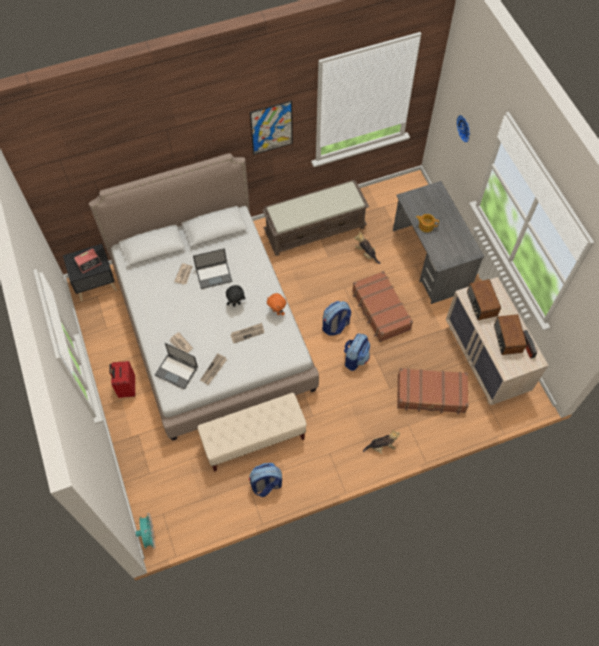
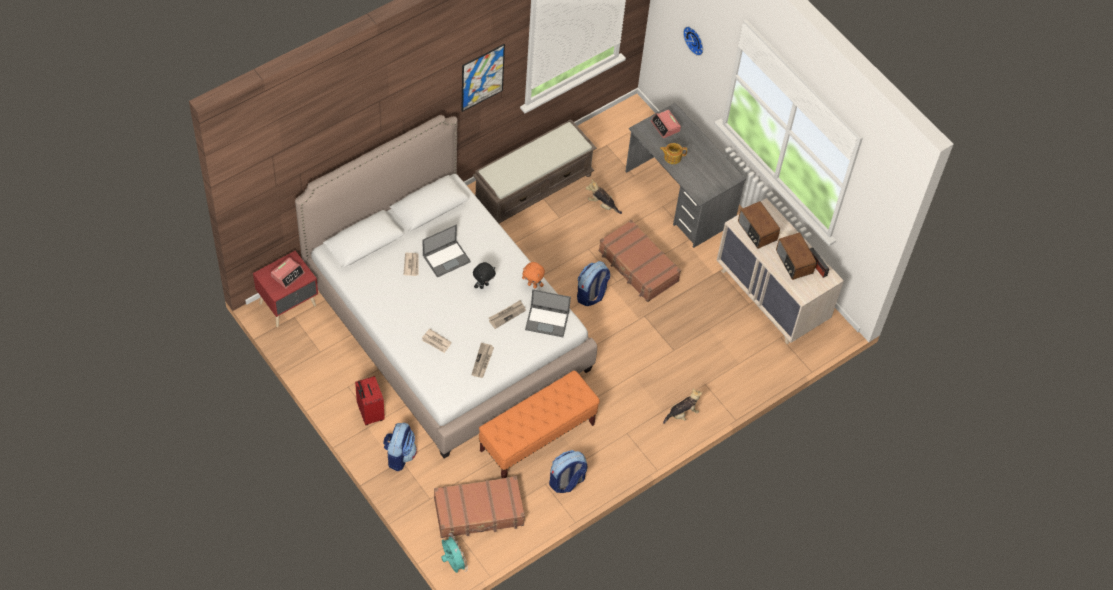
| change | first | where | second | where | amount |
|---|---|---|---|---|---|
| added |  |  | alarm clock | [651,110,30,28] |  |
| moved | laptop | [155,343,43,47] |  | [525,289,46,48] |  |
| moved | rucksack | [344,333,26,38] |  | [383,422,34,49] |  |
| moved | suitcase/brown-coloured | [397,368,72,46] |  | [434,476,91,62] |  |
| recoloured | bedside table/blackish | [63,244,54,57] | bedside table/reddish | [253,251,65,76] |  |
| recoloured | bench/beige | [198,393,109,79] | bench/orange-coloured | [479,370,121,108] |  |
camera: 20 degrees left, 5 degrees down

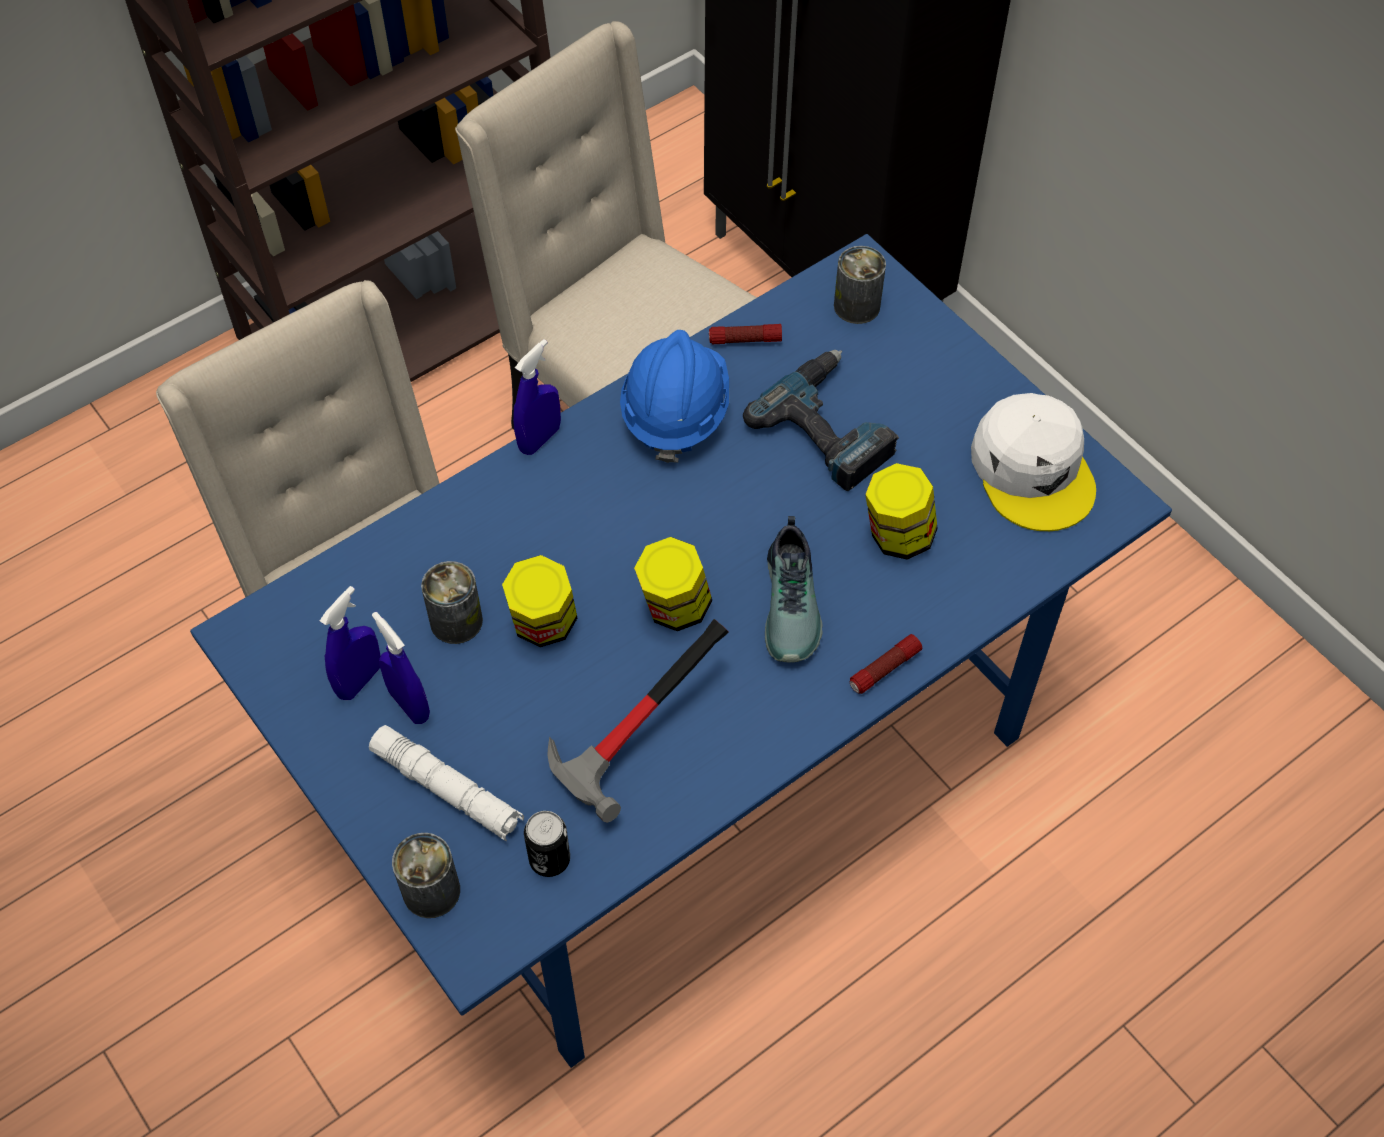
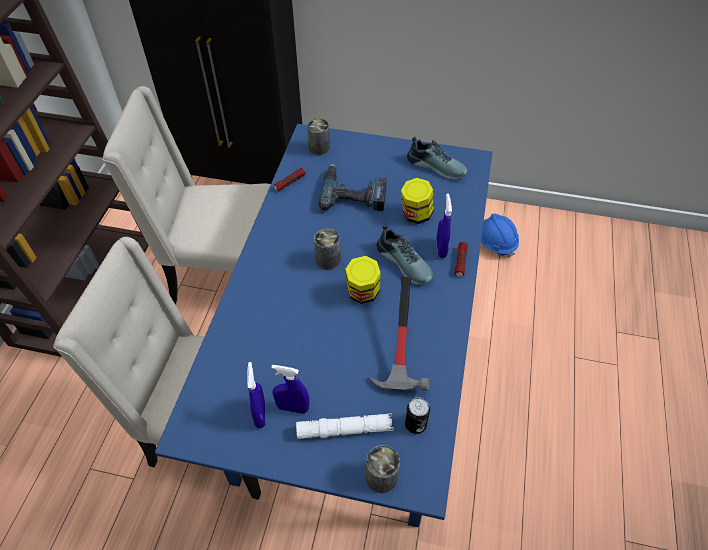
| change | first | where | second | where | amount |
|---|---|---|---|---|---|
| removed | storage jar | [502,555,75,92] |  |  |  |
| moved | metal can | [421,561,62,83] |  | [314,228,27,42] |  |
| moved | sprayer/blue | [513,339,48,116] |  | [436,193,16,65] |  |
| moved | hard hat/blue | [620,330,109,133] |  | [481,214,38,43] |  |
| replaced | baseball cap/white-coloured | [971,393,125,138] | low shoe | [407,137,60,42] |  |
camera: 40 degrees left, 5 degrees down

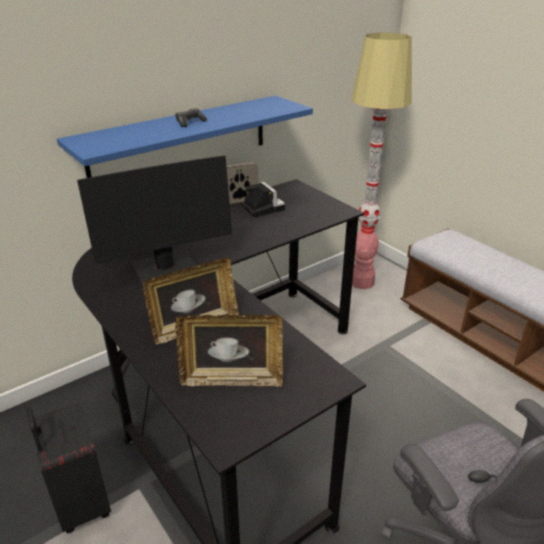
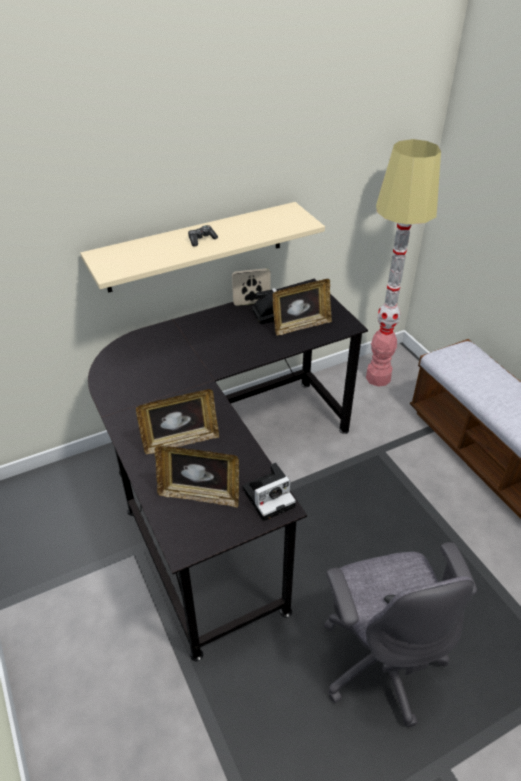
| change | first | where | second | where | amount |
|---|---|---|---|---|---|
| removed | suitcase/blackish | [26,402,85,131] |  |  |  |
| removed | monitor | [77,155,155,130] |  |  |  |
| added |  |  | photo camera | [242,463,54,58] |  |
| added |  |  | photo frame | [273,279,59,57] |  |
| recoloured | shelf/blue | [57,96,256,82] | shelf/beige | [80,202,245,91] |  |
camera: 10 degrees right, 10 degrees up

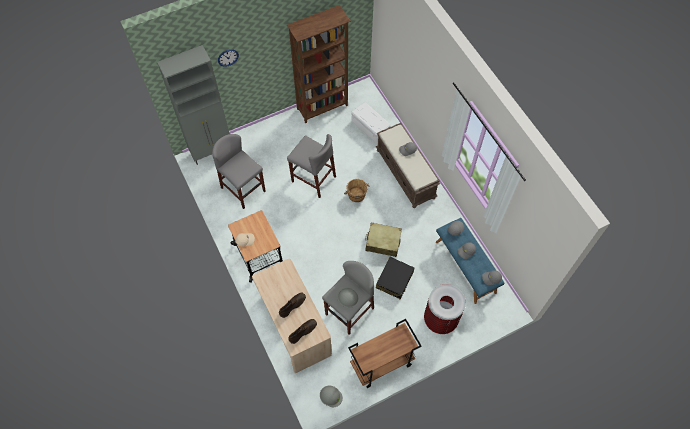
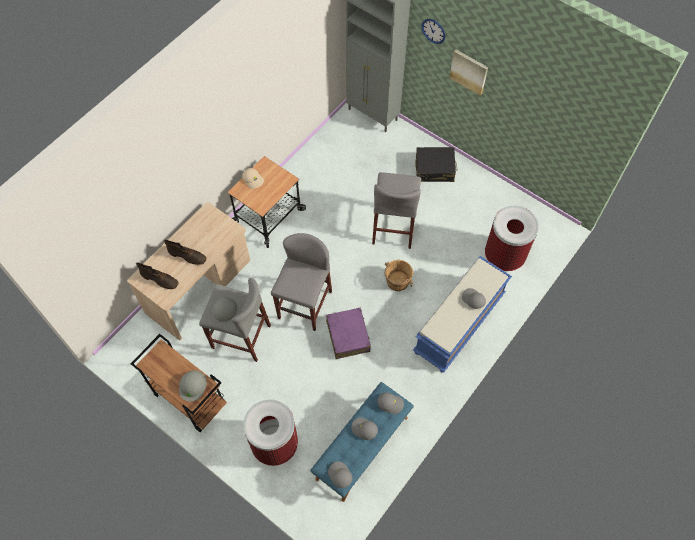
| change | first | where | second | where | amount |
|---|---|---|---|---|---|
| removed | bookcase/brown-coloured | [287,5,64,118] |  |  |  |
| added |  |  | wall picture | [449,50,39,46] |  |
| moved | stool seat/grey | [212,134,54,75] |  | [271,233,61,98] |  |
| moved | hard hat/grey | [320,385,23,22] |  | [179,370,28,32] |  |
| moved | suitcase/blackish | [376,257,39,42] |  | [415,147,43,35] |  |
| replaced | storage container/white-coloured | [351,102,40,41] | rubbish bin | [485,206,54,65] |  |
| recoloured | suitcase/beige | [365,223,37,34] | suitcase/purple | [326,308,45,51] |  |
| recoloured | bench/brown-coloured | [376,123,65,85] | bench/blue | [413,256,99,117] |  |
camera: 65 degrees right, 0 degrees up

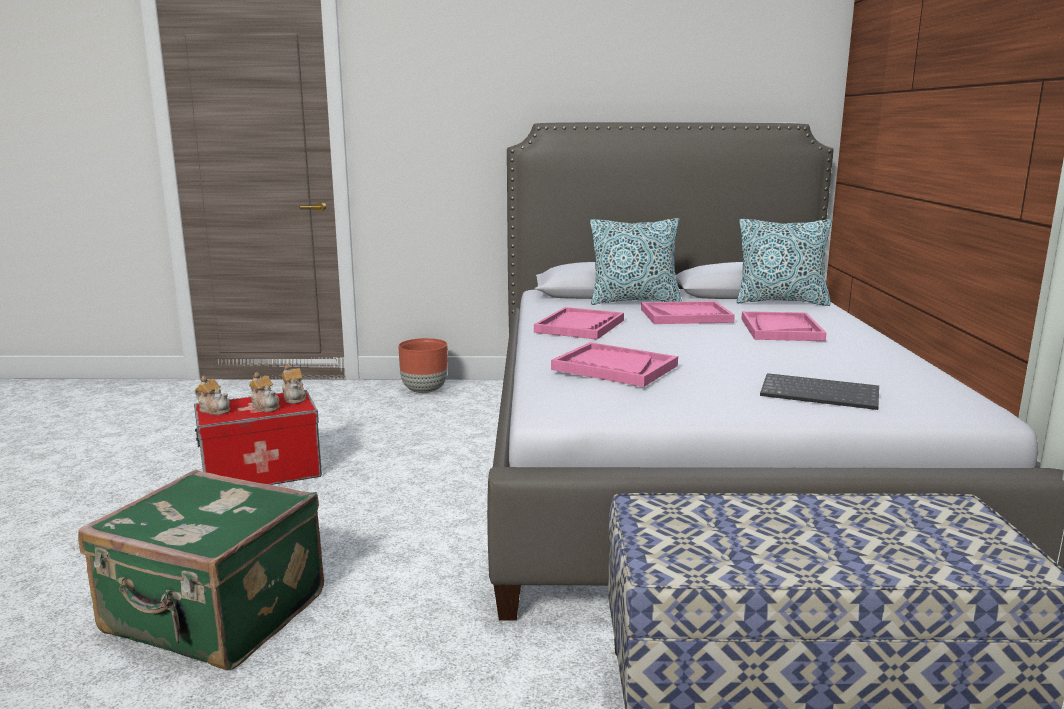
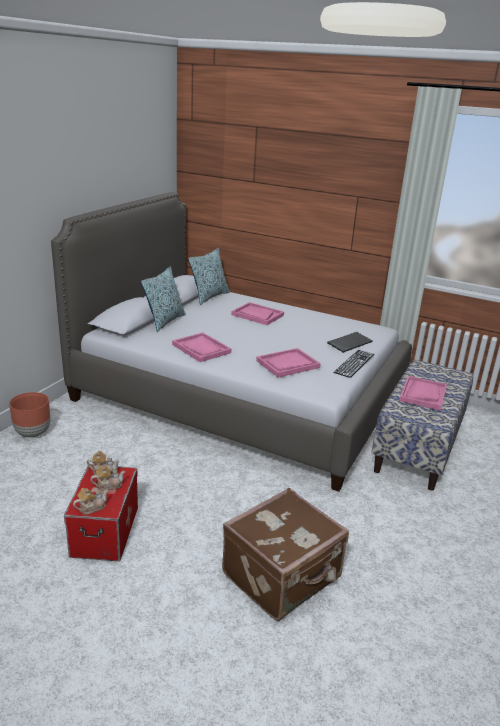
| change | first | where | second | where | amount |
|---|---|---|---|---|---|
| added |  |  | computer keyboard | [333,350,41,28] |  |
| moved | carrying tray/pink | [641,301,94,23] |  | [399,376,48,35] |  |
| recoloured | suitcase/green-coloured | [78,470,246,200] | suitcase/brown-coloured | [222,488,127,133] |  |
camera: 65 degrees left, 10 degrees up

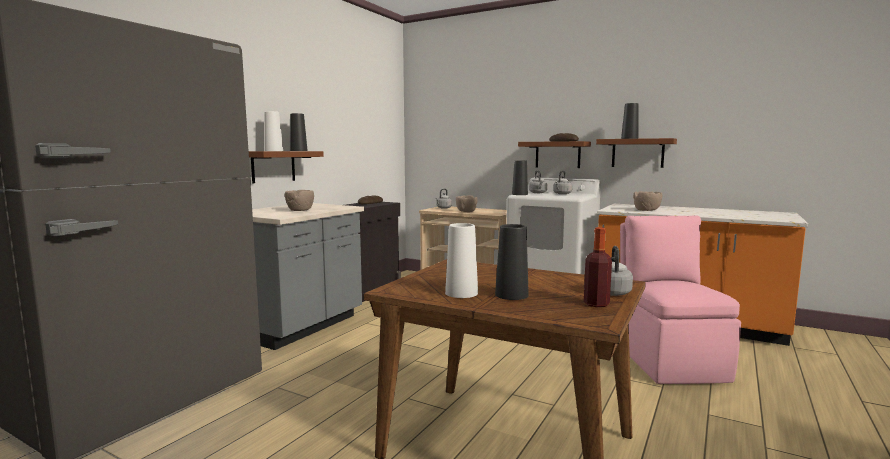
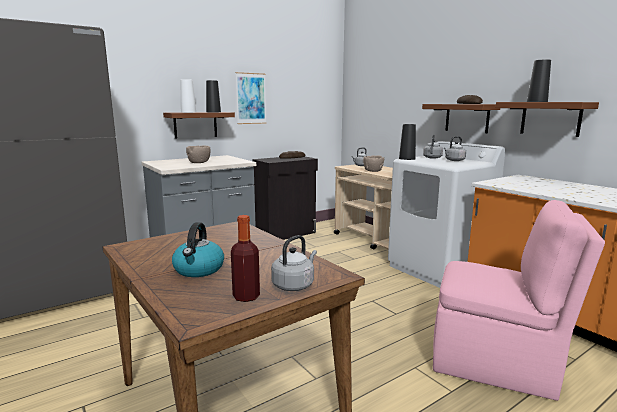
| change | first | where | second | where | amount |
|---|---|---|---|---|---|
| removed | decorative vase/white-coloured | [445,223,33,75] |  |  |  |
| removed | deep dish/brown-coloured | [633,191,29,20] |  |  |  |
| added |  |  | wall picture | [235,72,31,52] |  |
| replaced | decorative vase/blackish | [495,224,34,76] | water kettle | [172,222,52,55] |  |
| turned | chair/pink | [620,216,121,168] |  | [433,200,172,201] | 90 degrees clockwise |
camera: 25 degrees right, 5 degrees up

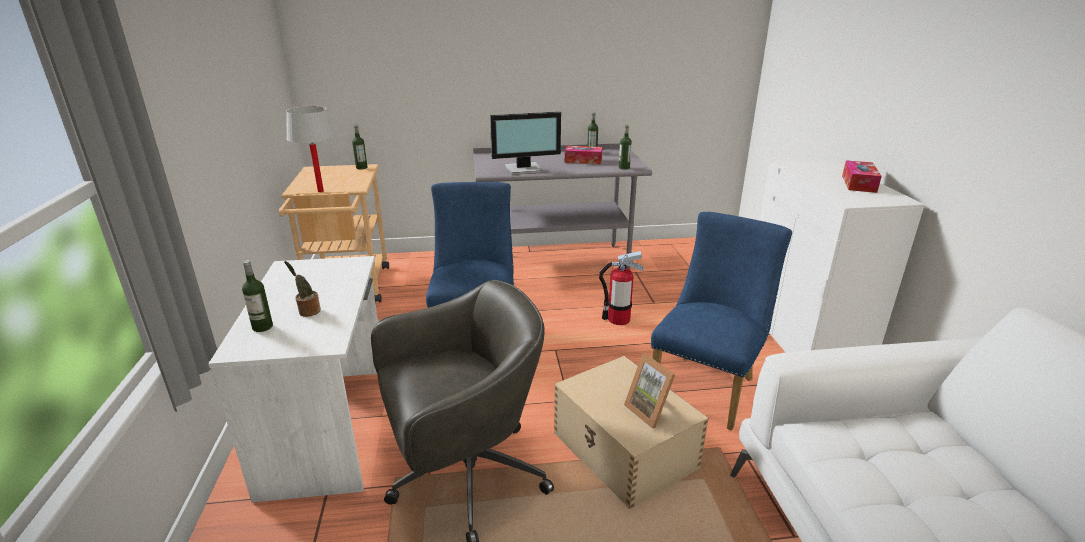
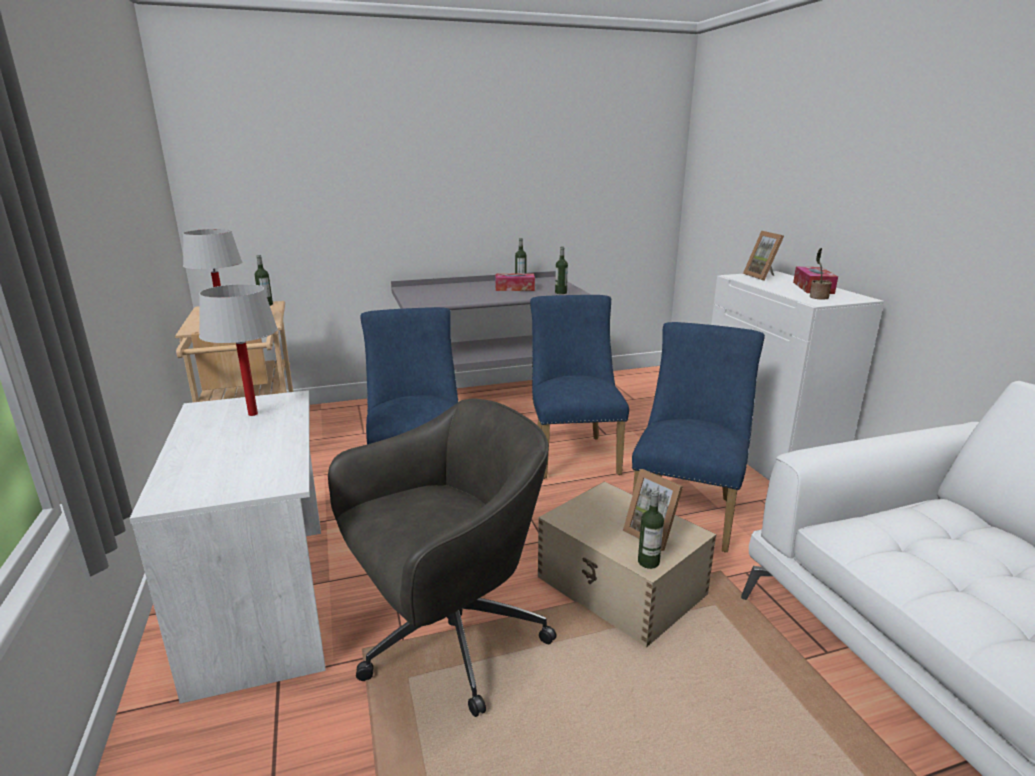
| change | first | where | second | where | amount |
|---|---|---|---|---|---|
| removed | monitor | [490,111,71,64] |  |  |  |
| added |  |  | tabletop lamp/white-coloured | [199,284,79,132] |  |
| added |  |  | photo frame | [743,231,41,50] |  |
| moved | bottle | [242,260,31,72] |  | [638,490,26,79] |  |
| moved | plant in a pot | [284,261,37,56] |  | [810,248,22,52] |  |
| replaced | fire-fighting cylinder | [599,251,45,74] | chair/blue | [530,295,99,184] |  |
camera: 10 degrees left, 5 degrees down

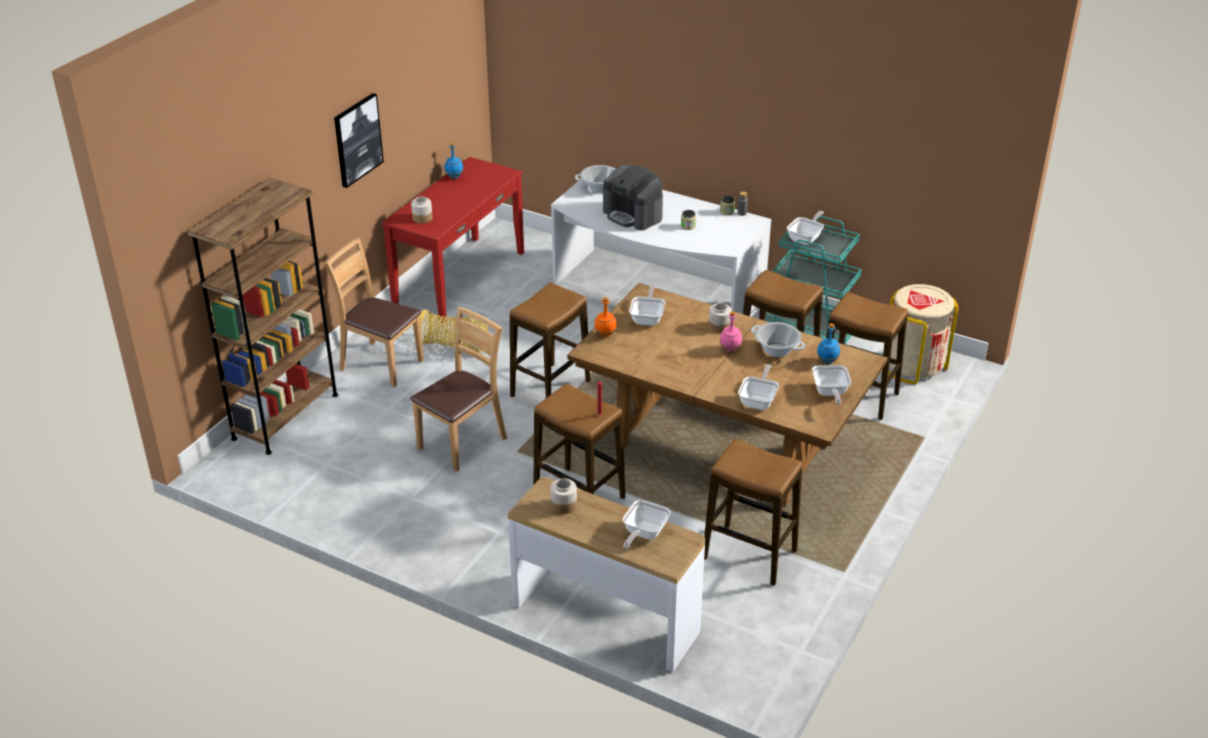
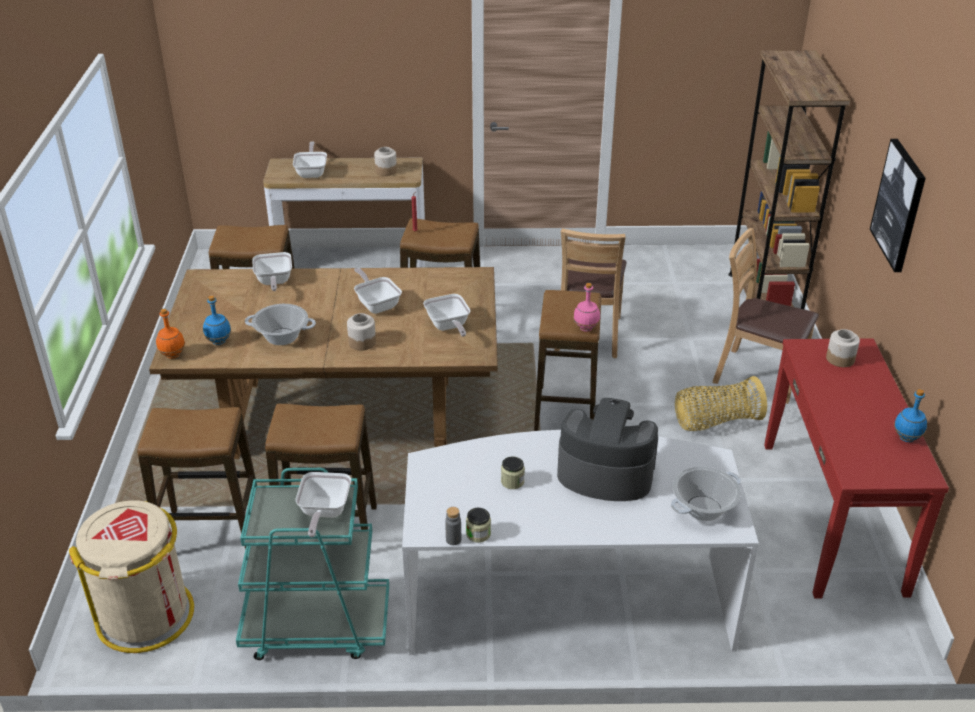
| change | first | where | second | where | amount |
|---|---|---|---|---|---|
| moved | bottle/orange-coloured | [595,297,22,41] |  | [156,309,29,50] |  |
| moved | bottle/pink | [720,311,22,41] |  | [573,283,27,49] |  |
| moved | pan | [812,365,39,40] |  | [354,268,48,46] |  |
| turned | chair/brown-coloured | [324,238,100,150] |  | [713,228,106,176] | 150 degrees counterclockwise |
camera: 150 degrees right, 0 degrees up

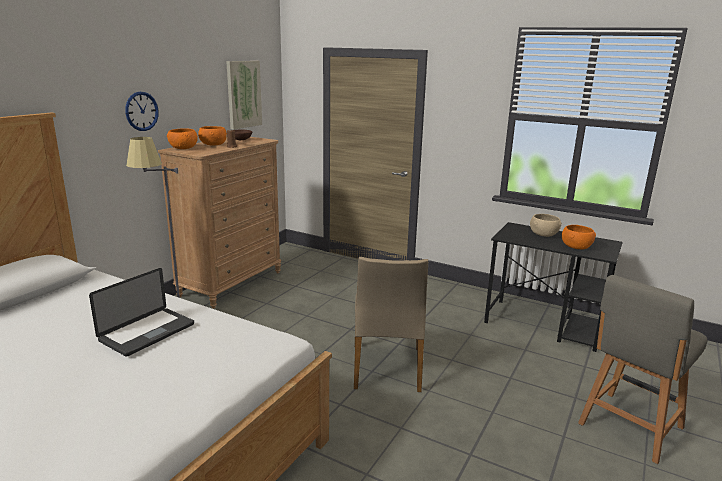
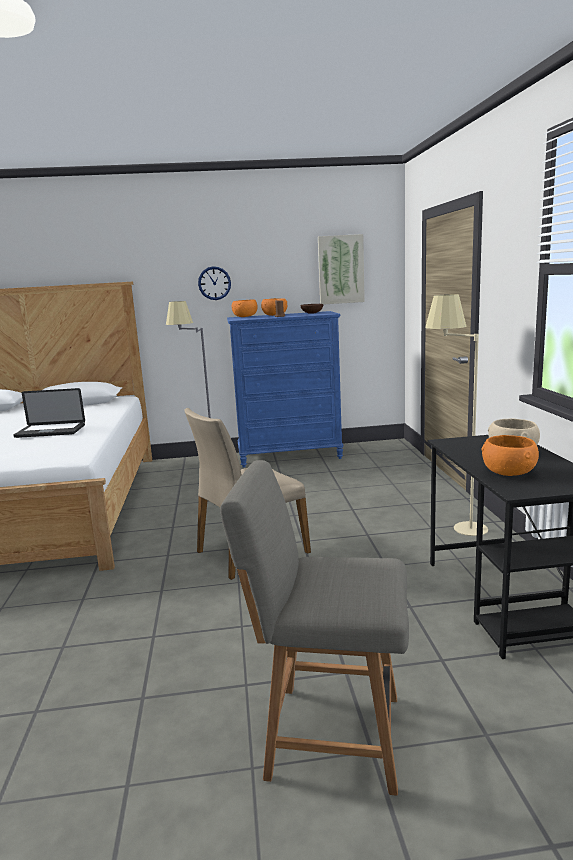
| change | first | where | second | where | amount |
|---|---|---|---|---|---|
| added |  |  | standard lamp/beige | [425,294,63,242] |  |
| recoloured | drawer chest/brown-coloured | [158,137,123,171] | drawer chest/blue | [227,311,116,157] |  |
camera: 55 degrees right, 5 degrees down

